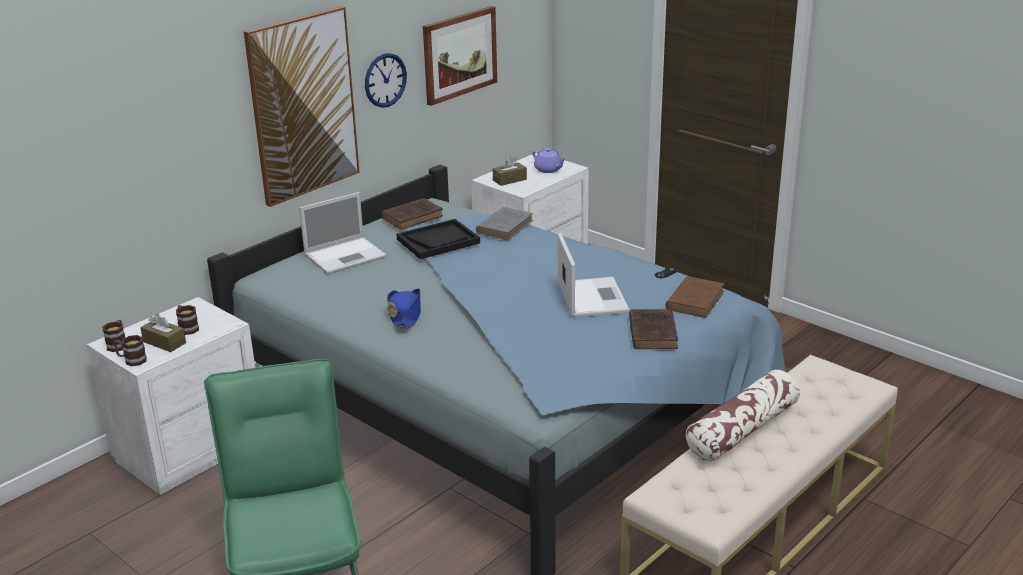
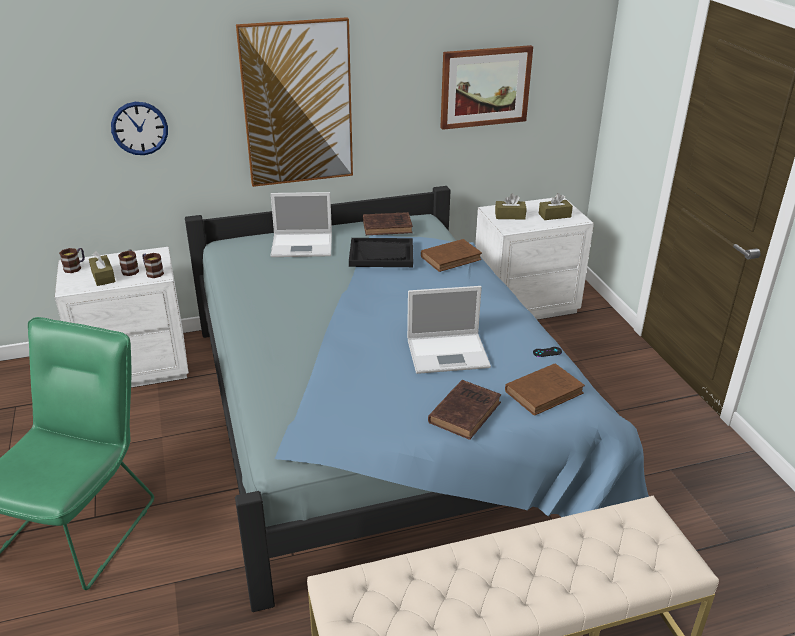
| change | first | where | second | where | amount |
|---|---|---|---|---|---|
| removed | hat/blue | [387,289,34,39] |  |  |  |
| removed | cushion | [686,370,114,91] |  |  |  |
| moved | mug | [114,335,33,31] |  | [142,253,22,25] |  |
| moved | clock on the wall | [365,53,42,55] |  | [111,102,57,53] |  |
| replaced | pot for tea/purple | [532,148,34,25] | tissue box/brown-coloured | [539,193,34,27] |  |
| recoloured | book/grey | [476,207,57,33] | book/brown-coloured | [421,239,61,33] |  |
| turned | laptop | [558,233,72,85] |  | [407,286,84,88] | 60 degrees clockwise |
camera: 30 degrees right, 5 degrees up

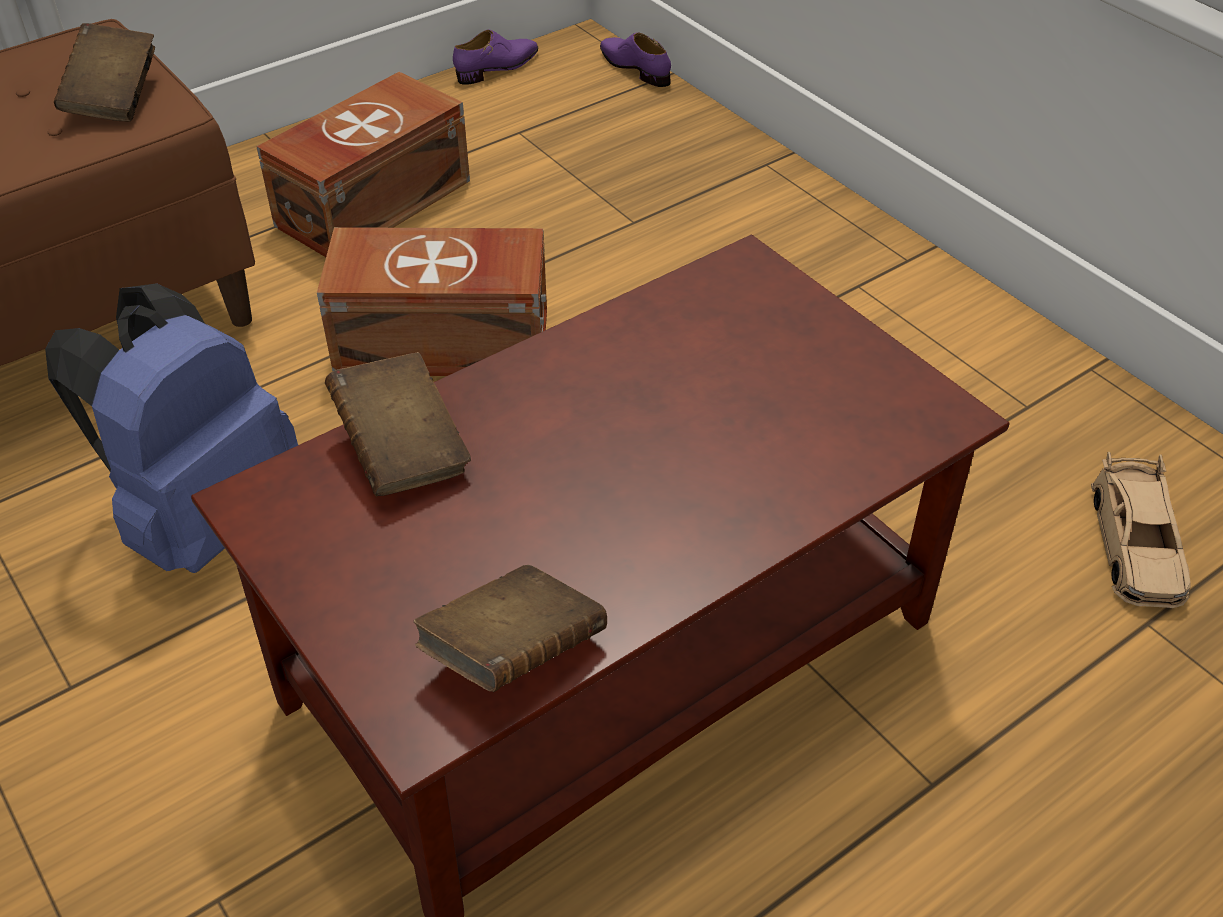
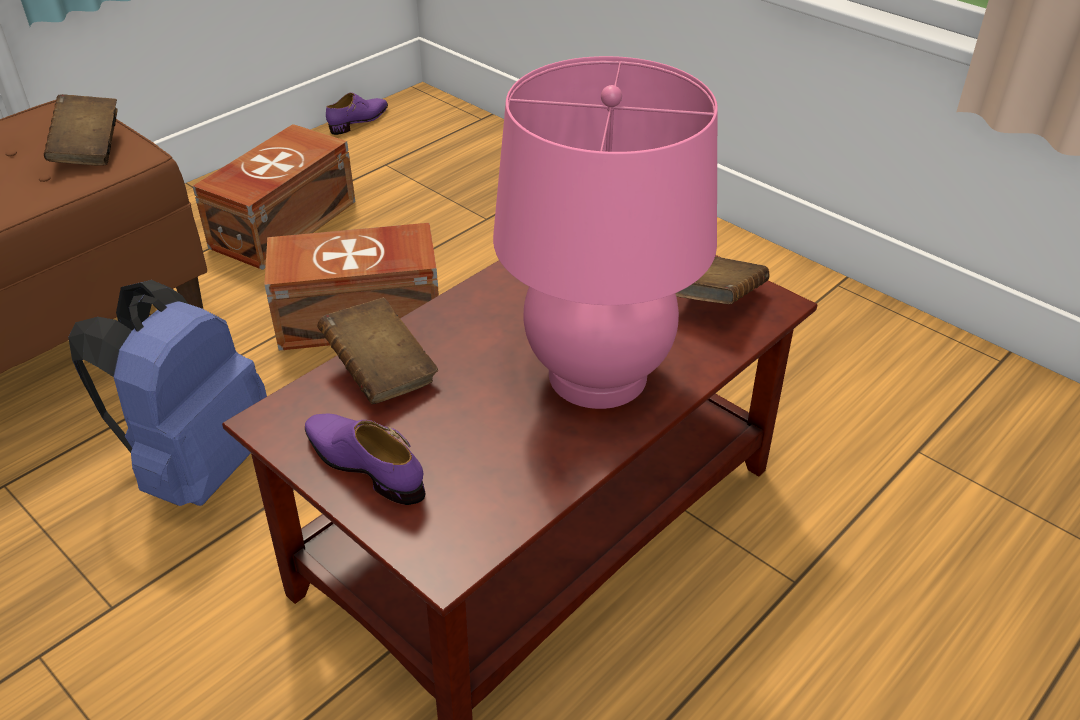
| change | first | where | second | where | amount |
|---|---|---|---|---|---|
| removed | miniature car/beige | [1091,452,100,156] |  |  |  |
| added |  |  | tabletop lamp/pink | [493,56,225,353] |  |
| moved | book/brown-coloured | [413,565,194,127] |  | [675,257,94,47] |  |
| moved | low shoe/purple | [600,32,71,55] |  | [305,414,120,91] |  |
camera: 10 degrees left, 5 degrees down

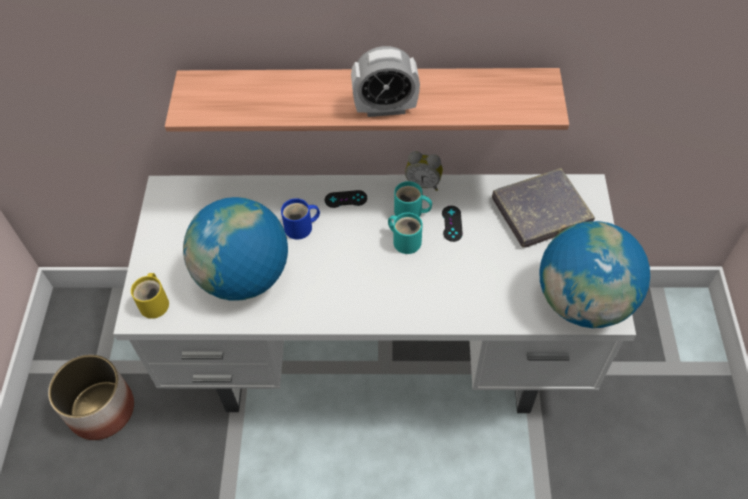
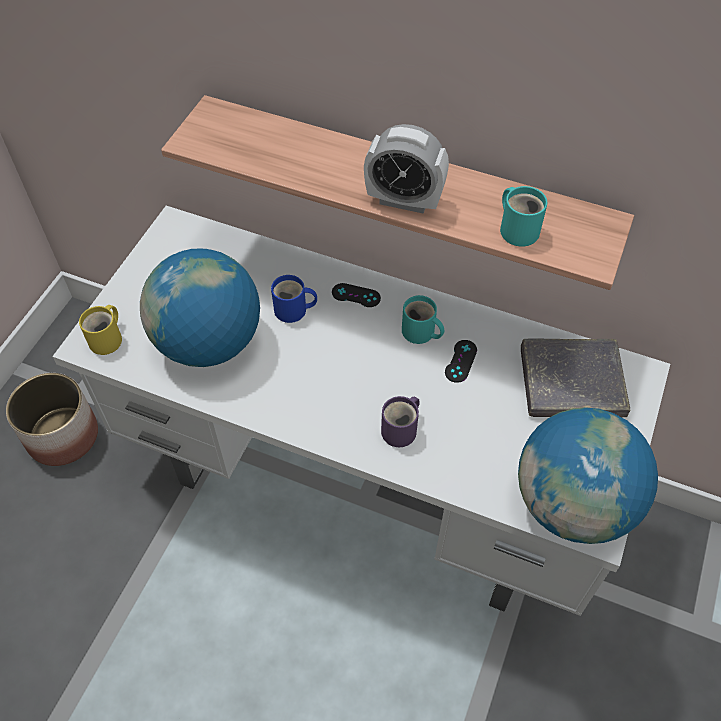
| change | first | where | second | where | amount |
|---|---|---|---|---|---|
| removed | alarm clock | [405,151,38,40] |  |  |  |
| added |  |  | mug/purple | [381,396,39,51] |  |
| moved | mug/turquoise | [388,212,34,42] |  | [500,186,47,61] |  |
camera: 20 degrees right, 0 degrees up

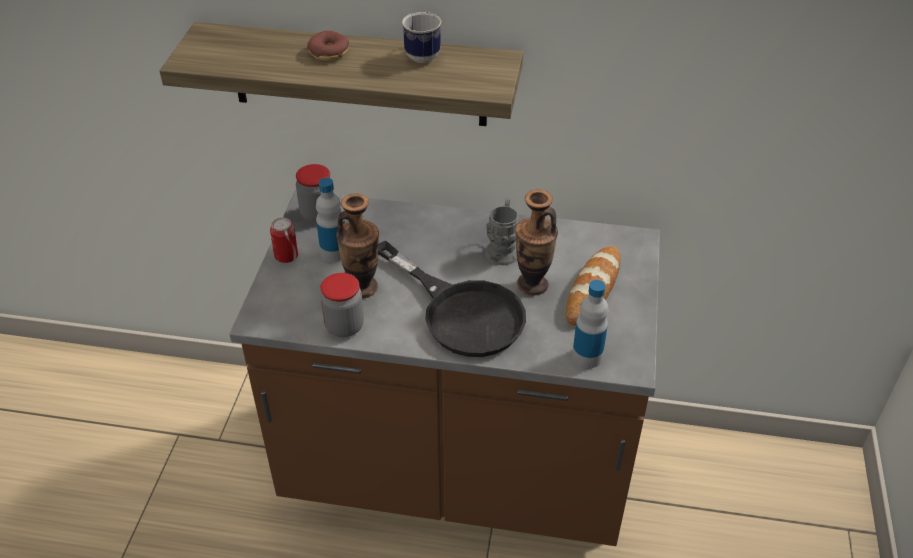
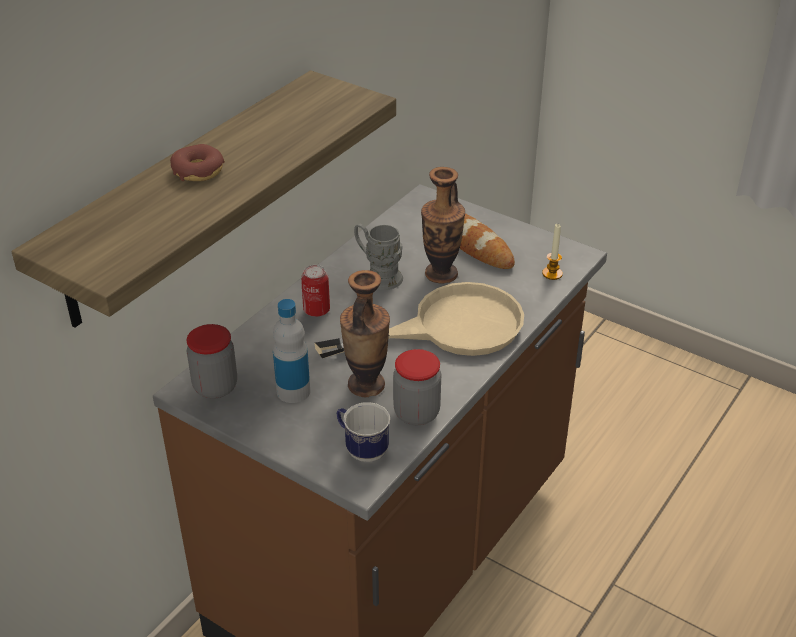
| change | first | where | second | where | amount |
|---|---|---|---|---|---|
| moved | metal can | [270,218,28,45] |  | [301,265,29,52] |  |
| moved | mug | [402,12,39,51] |  | [337,402,53,60] |  |
| replaced | bottle | [572,280,36,88] | wax candle | [542,224,21,56] |  |
| recoloured | pan/blackish | [378,241,148,116] | pan/beige | [314,282,210,76] |  |
camera: 65 degrees left, 5 degrees down

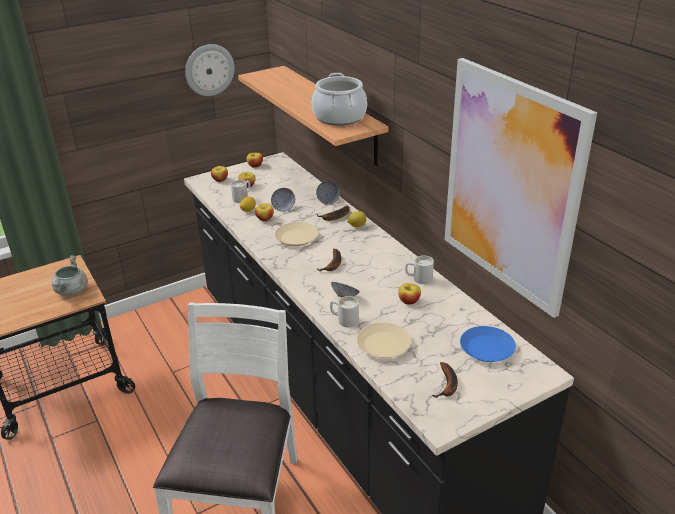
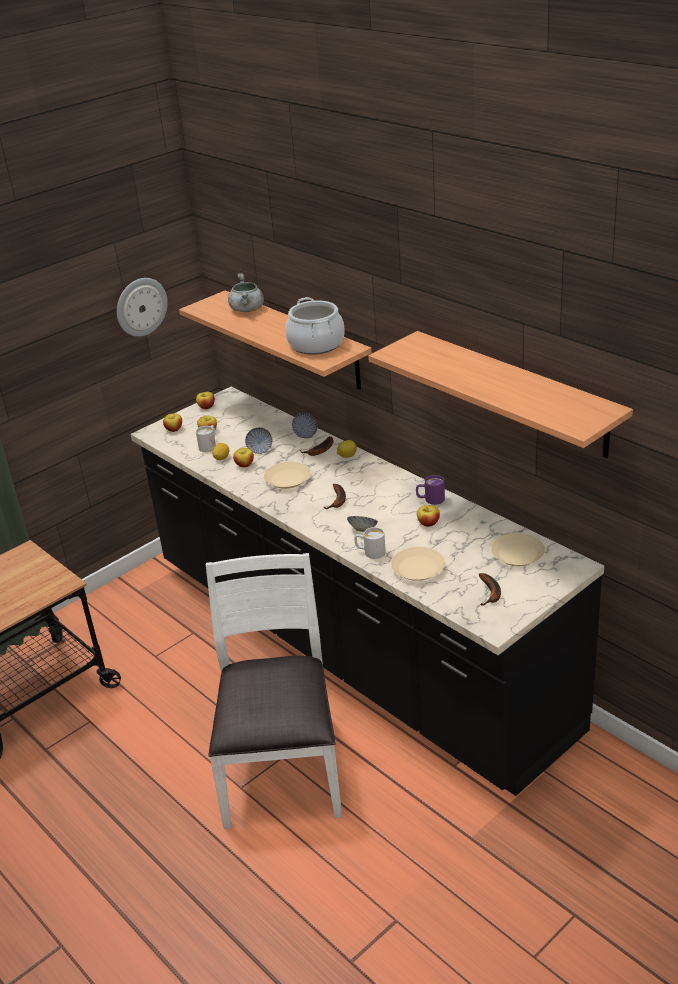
| change | first | where | second | where | amount |
|---|---|---|---|---|---|
| moved | cooking pot/grey | [52,255,36,41] |  | [228,273,36,39] |  |
| replaced | wall picture | [445,58,152,260] | shelf | [368,331,265,127] |  |
| recoloured | mug/white-coloured | [405,255,29,29] | mug/purple | [416,475,29,30] |  |
| recoloured | dinner plate/blue | [460,326,56,36] | dinner plate/beige | [491,533,54,33] |  |
camera: 10 degrees left, 0 degrees up

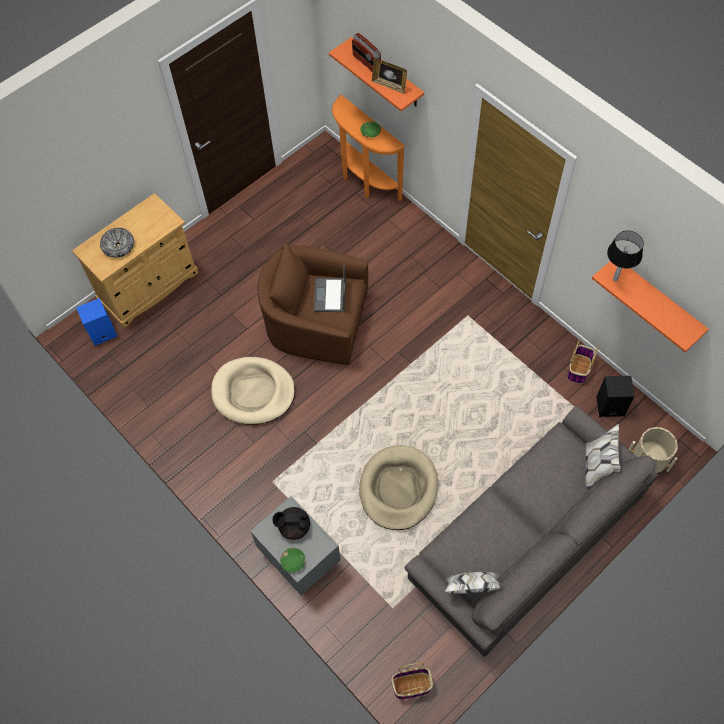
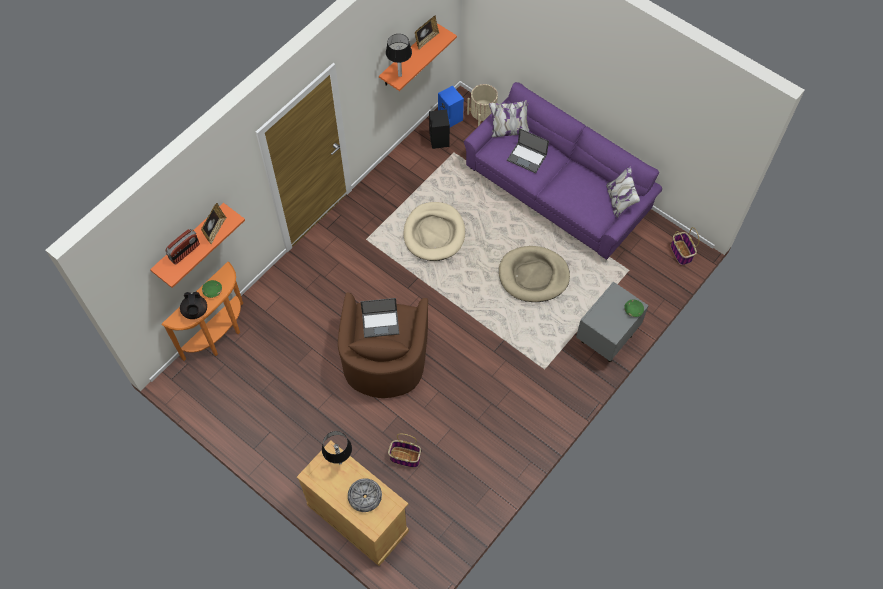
| change | first | where | second | where | amount |
|---|---|---|---|---|---|
| added |  |  | tabletop lamp | [322,431,30,33] |  |
| added |  |  | photo frame | [415,16,24,33] |  |
| added |  |  | laptop | [507,128,42,45] |  |
| moved | speaker/blue | [76,298,41,48] |  | [438,85,26,42] |  |
| moved | dog cushion/beige | [211,357,84,68] |  | [403,202,62,59] |  |
| moved | pot for tea/blackish | [272,507,38,33] |  | [180,292,27,27] |  |
| moved | storage basket | [567,339,32,45] |  | [388,434,33,34] |  |
| recoloured | settee/grey | [404,406,254,251] | settee/purple | [464,82,198,178] |  |
camera: 100 degrees left, 0 degrees up

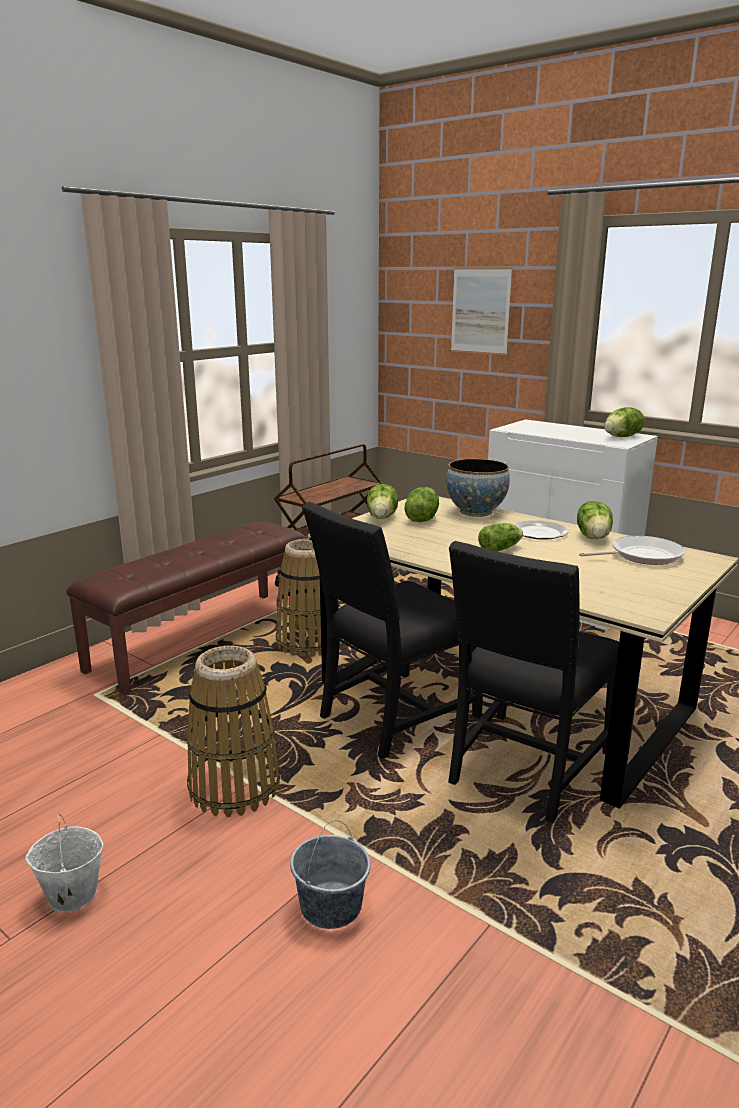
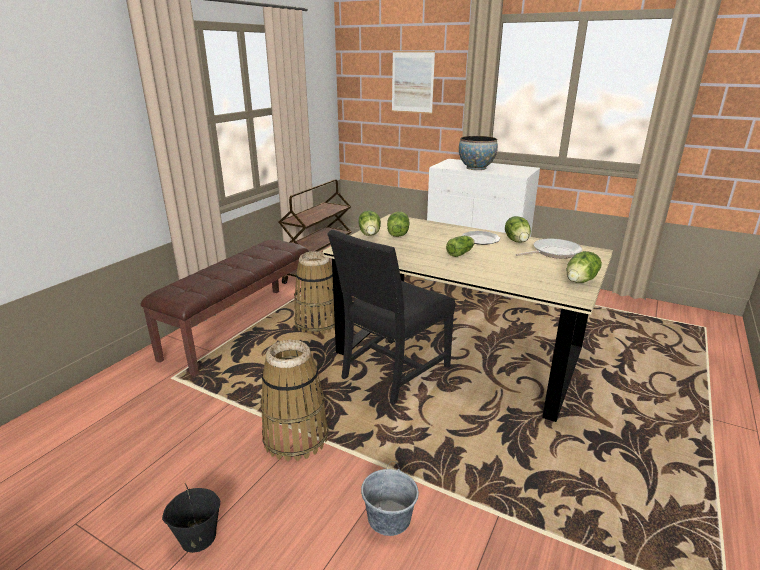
| change | first | where | second | where | amount |
|---|---|---|---|---|---|
| removed | chair/blackish | [448,541,171,282] |  |  |  |
| moved | deep dish | [446,459,64,58] |  | [459,136,39,34] |  |
| moved | head of lettuce | [604,407,40,30] |  | [567,251,35,32] |  |
| recoloured | pail/white-coloured | [26,814,77,98] | pail/blackish | [162,483,58,70] |  |
camera: 10 degrees left, 5 degrees up

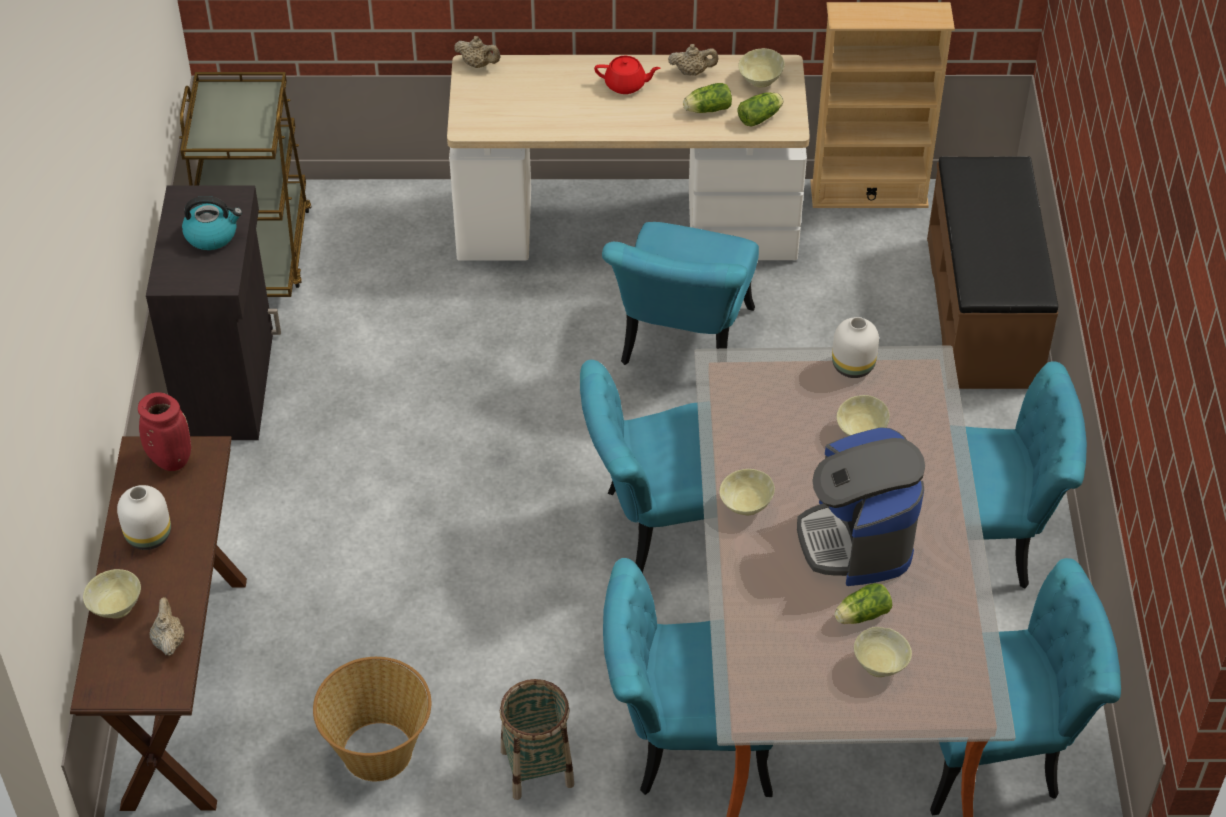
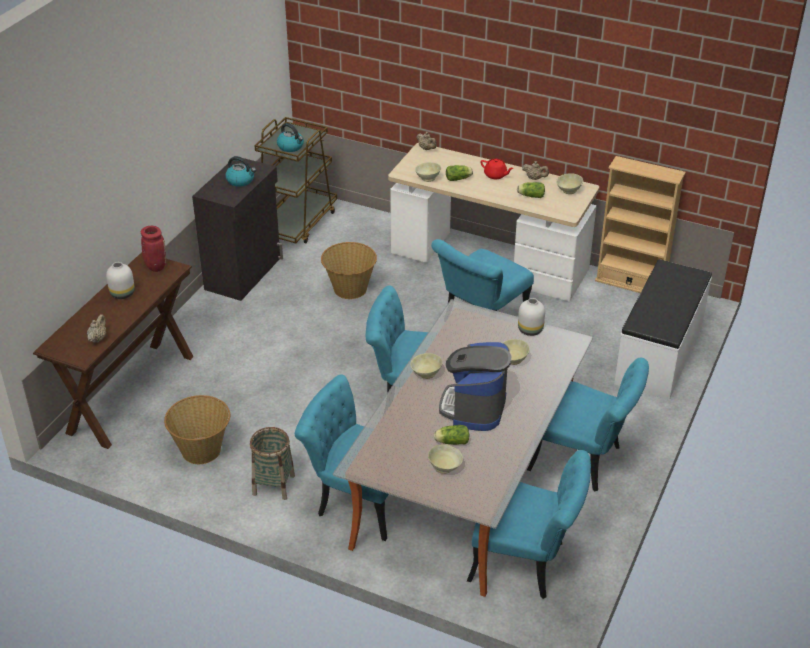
| change | first | where | second | where | amount |
|---|---|---|---|---|---|
| added |  |  | water kettle | [277,123,27,29] |  |
| added |  |  | storage basket | [321,242,56,57] |  |
| moved | deep dish/beige | [83,569,58,49] |  | [415,162,26,20] |  |
| moved | head of lettuce | [738,92,46,34] |  | [446,165,27,16] |  |
| recoloured | bench/brown-coloured | [927,156,131,233] | bench/white-coloured | [614,259,98,141] |  |
camera: 25 degrees right, 10 degrees down

